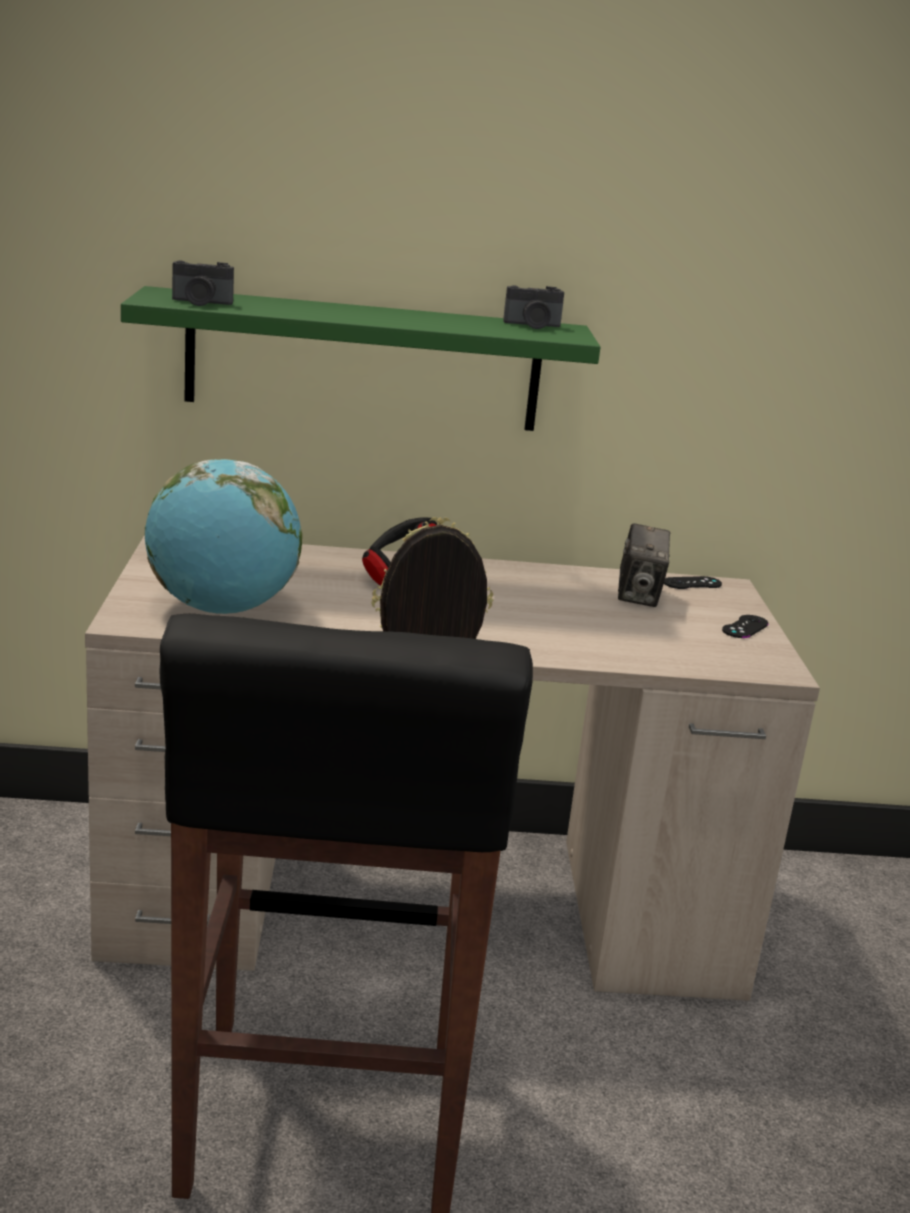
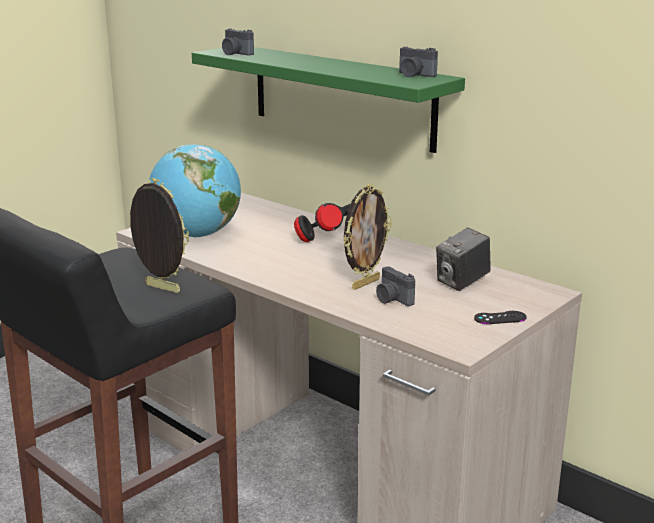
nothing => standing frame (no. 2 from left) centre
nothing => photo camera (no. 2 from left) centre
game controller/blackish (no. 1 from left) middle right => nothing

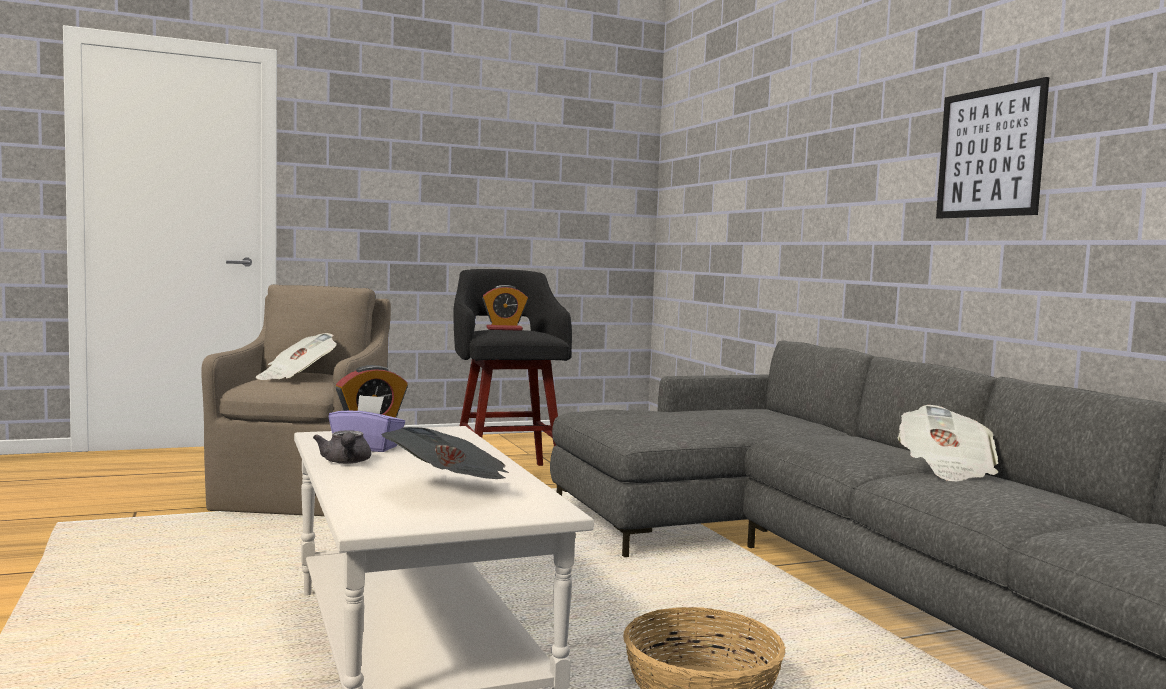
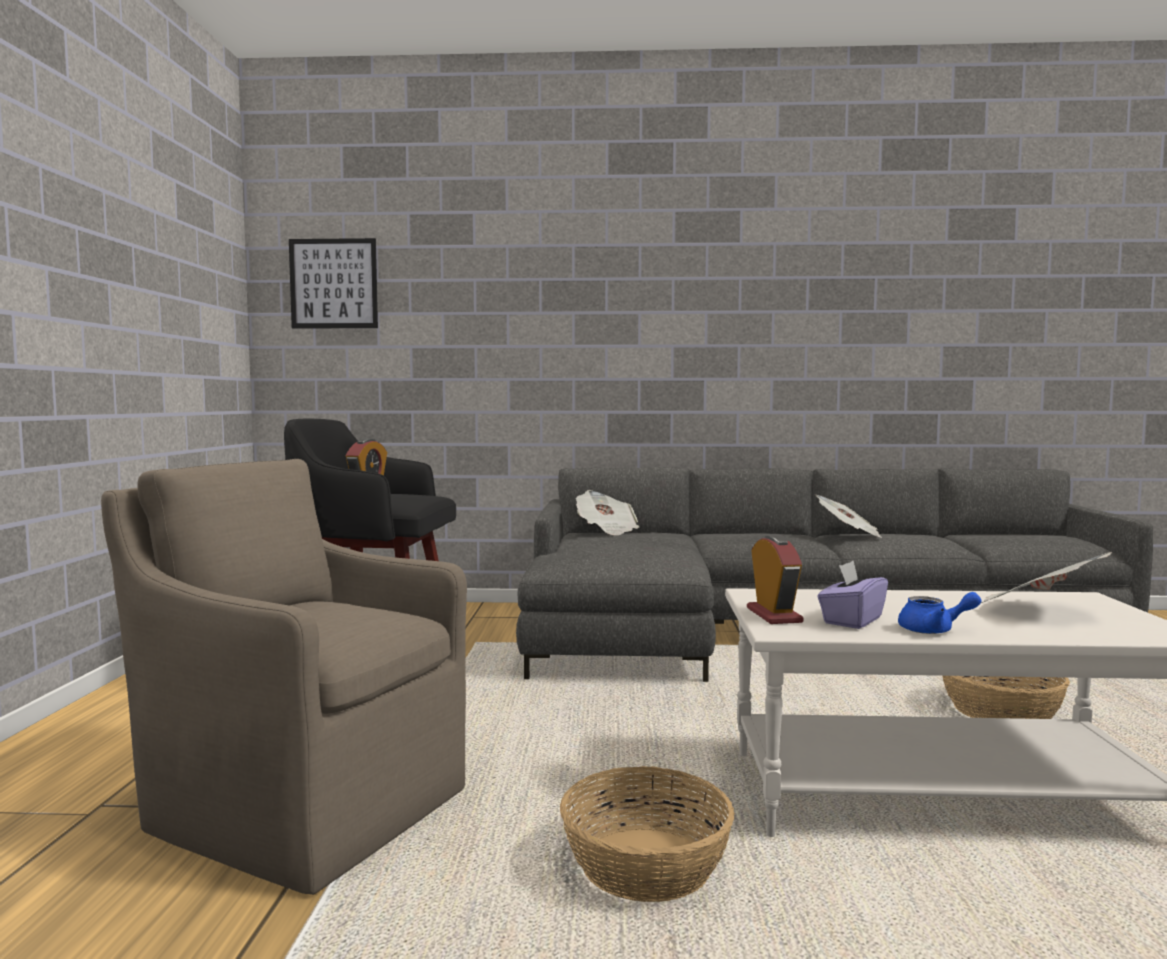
picture top right => picture top left, relocated
nothing => basket (no. 1 from left) bottom centre
daily paper (no. 1 from left) middle left => daily paper (no. 1 from left) centre, relocated
tea pot/gray middle left => tea pot/bluish middle right

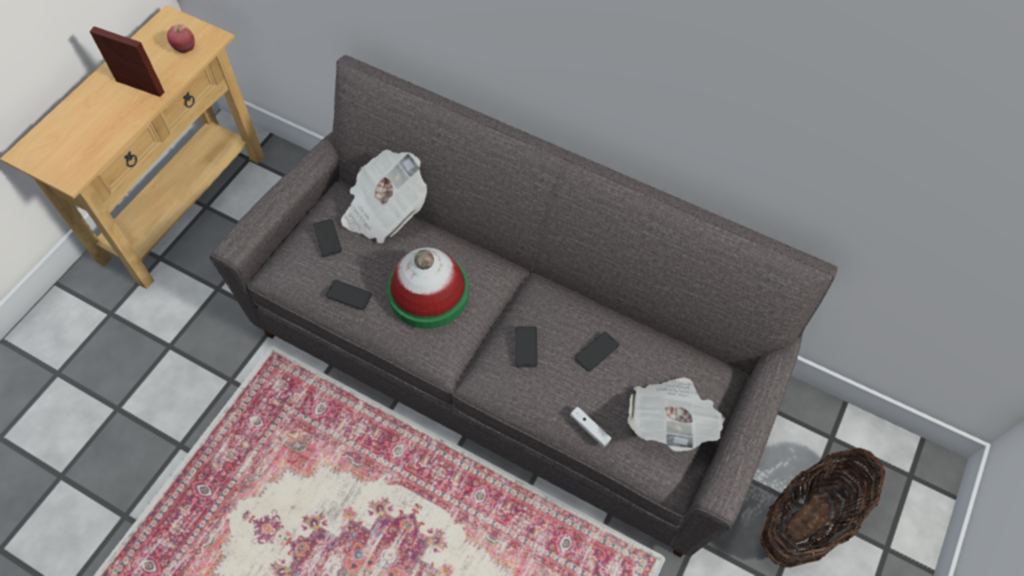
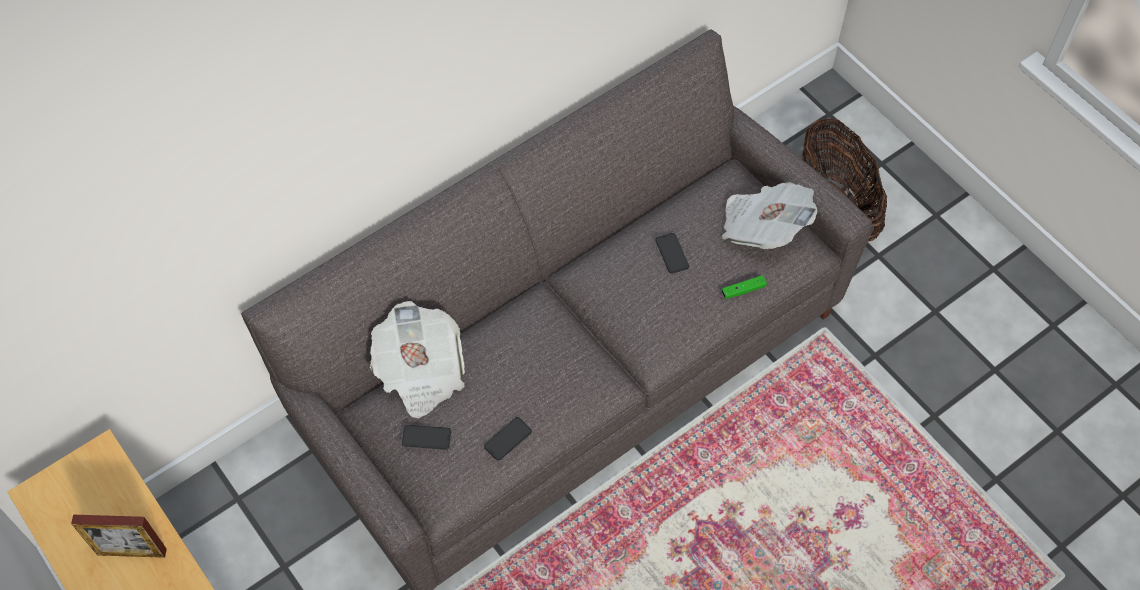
standing frame top left => standing frame bottom left, 135 degrees counterclockwise
game controller/whitish bottom centre => game controller/green centre
apple fruit top left => nothing
hat centre => nothing
phone (no. 3 from left) centre => nothing

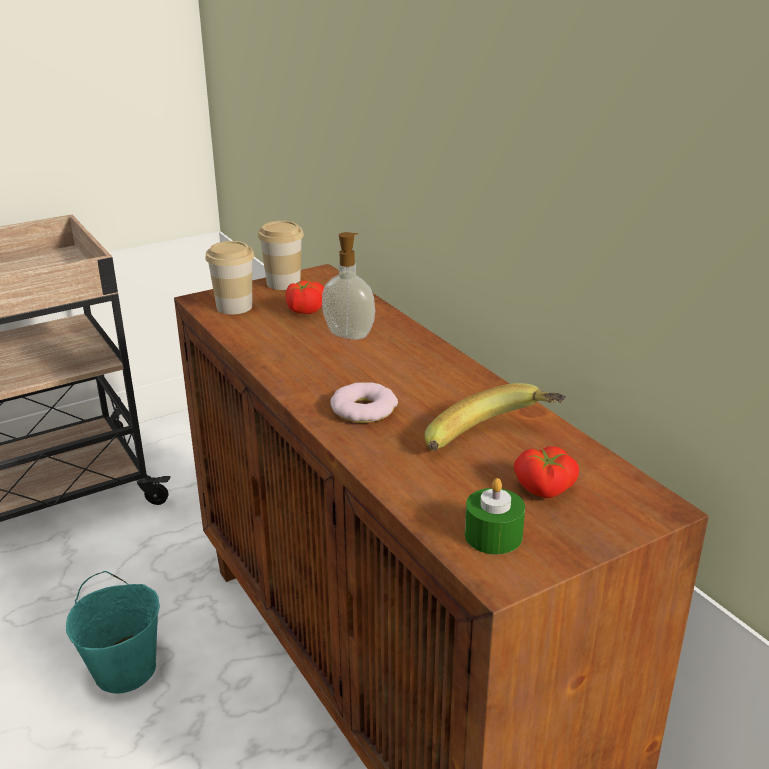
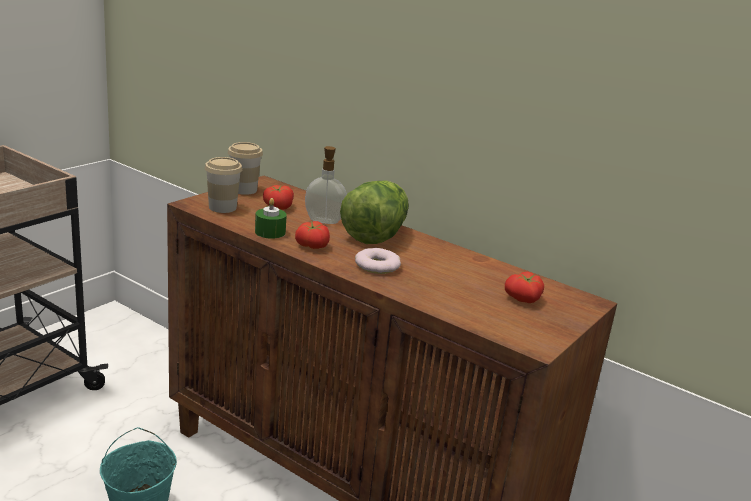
candle/green bottom centre => candle/green centre, relocated
nothing => tomato (no. 2 from left) centre
nothing => lettuce centre
banana centre => nothing

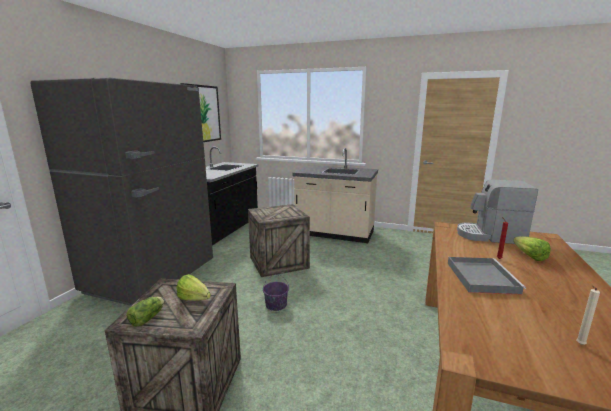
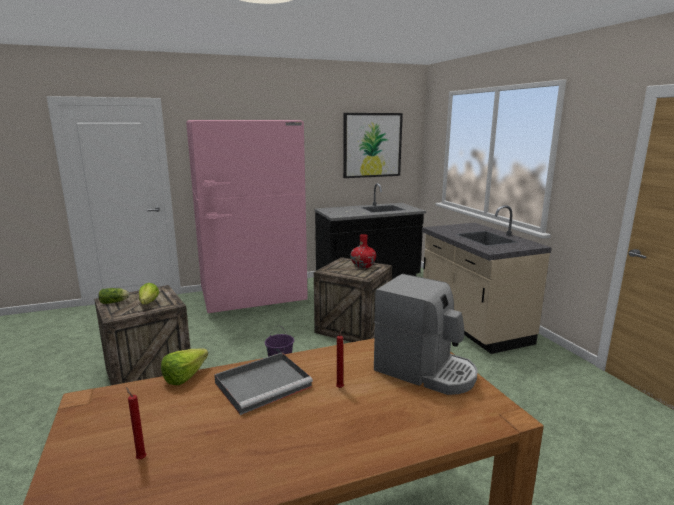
candle/beige bottom right => candle/reddish (no. 1 from left) bottom left
lettuce (no. 3 from left) middle right => lettuce (no. 3 from left) bottom left, relocated
refrigerator/gray middle left => refrigerator/pinkish centre
nothing => vase/reddish centre
coffee machine middle right => coffee machine centre, 150 degrees clockwise

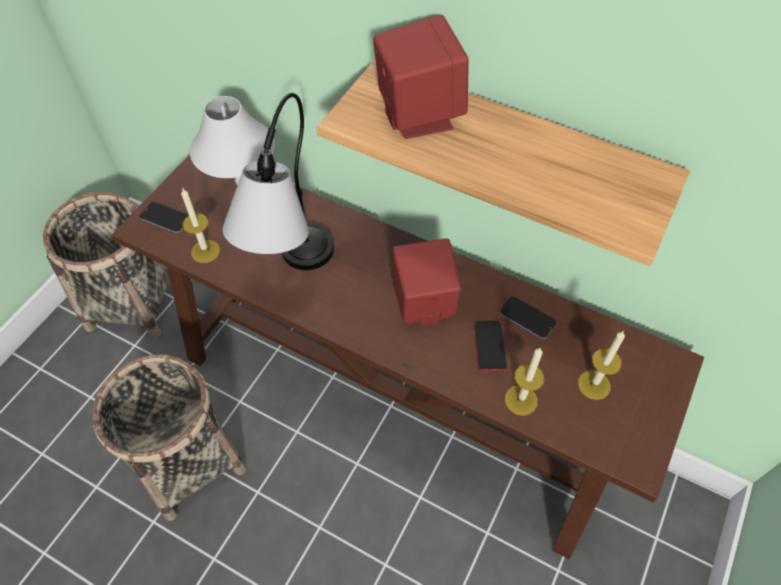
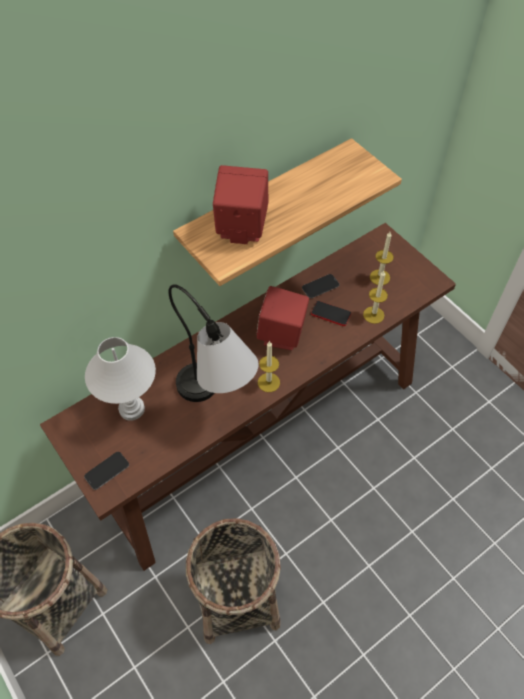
candle (no. 1 from left) middle left => candle (no. 1 from left) centre, relocated

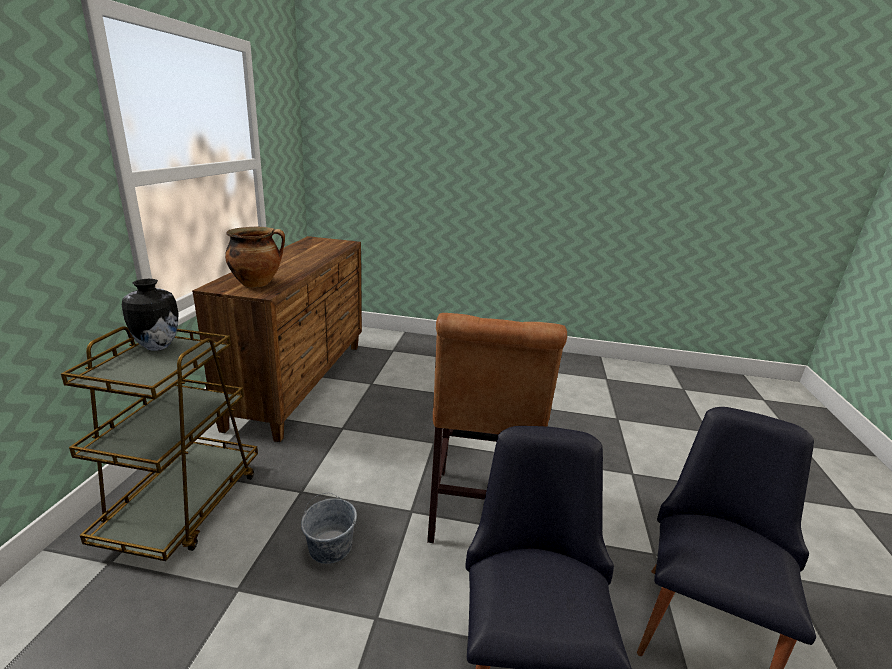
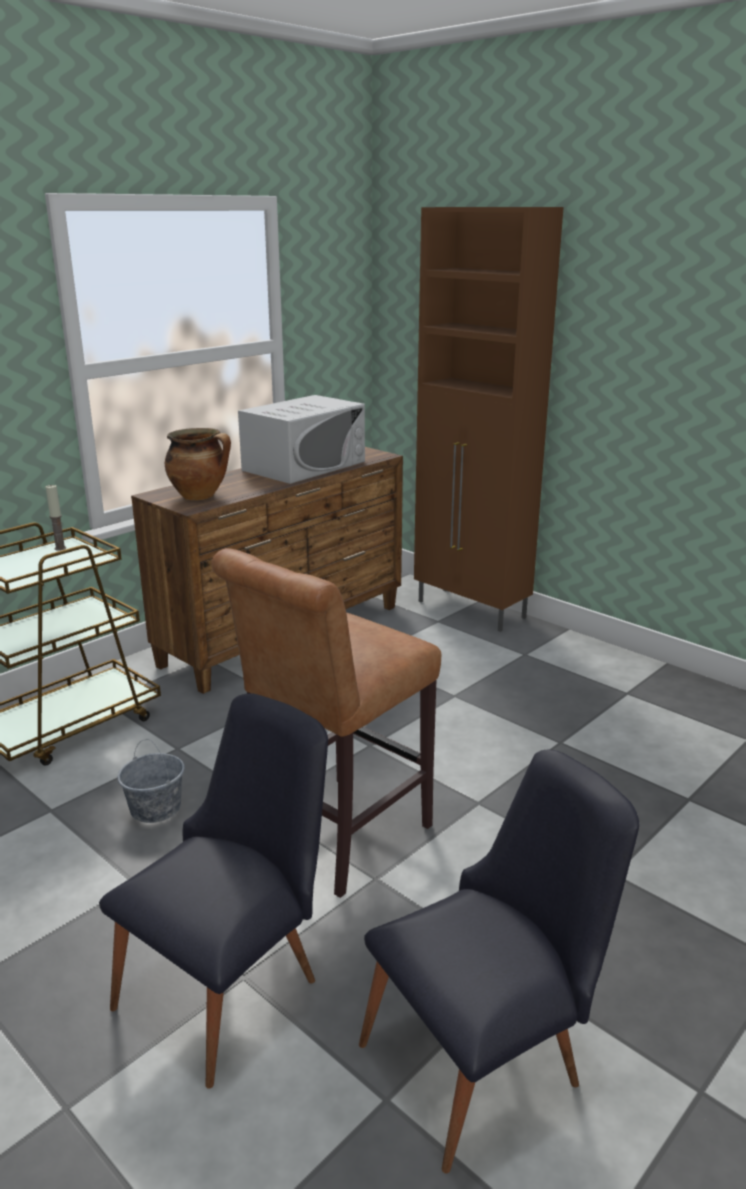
vase middle left => candle middle left
nothing => microwave oven/whitish centre
nothing => cupboard/brown centre

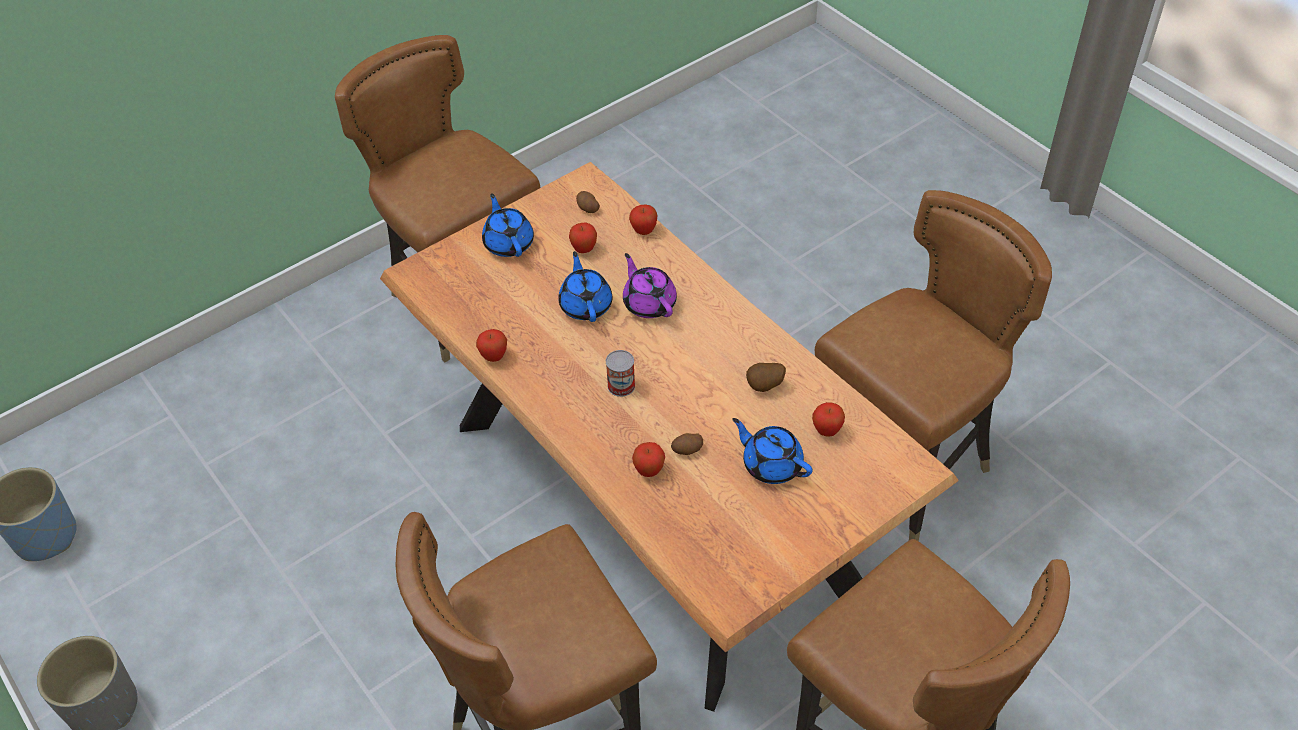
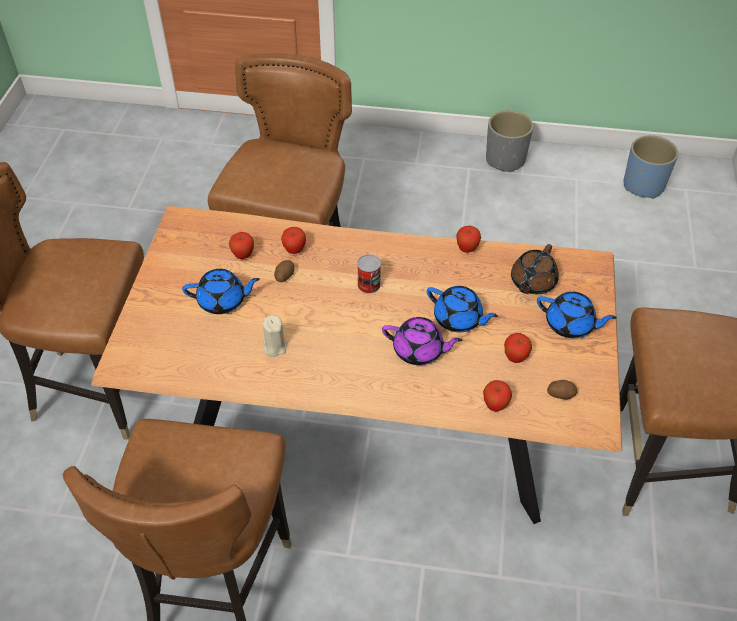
apple fruit (no. 5 from left in the first image) centre => apple fruit (no. 1 from left) middle left, relocated
spud (no. 3 from left) centre => candle/beige centre
nothing => tea pot/brown middle right

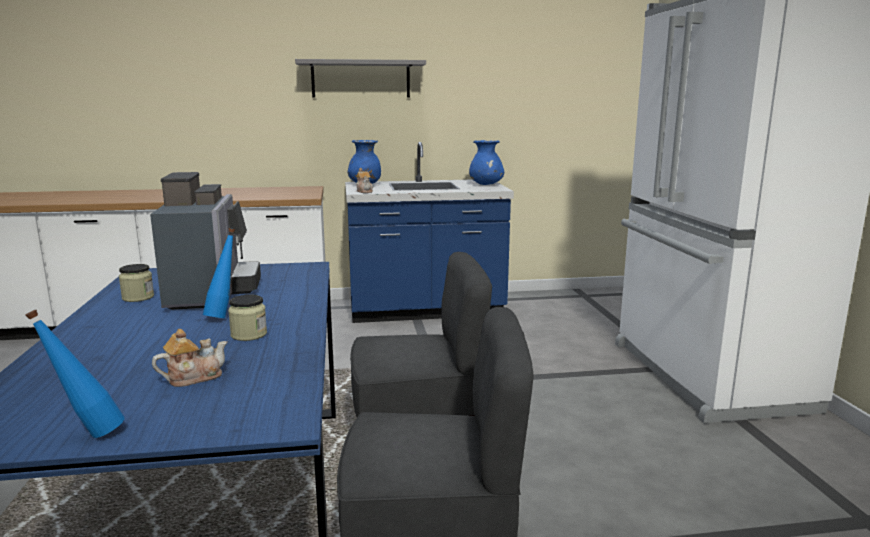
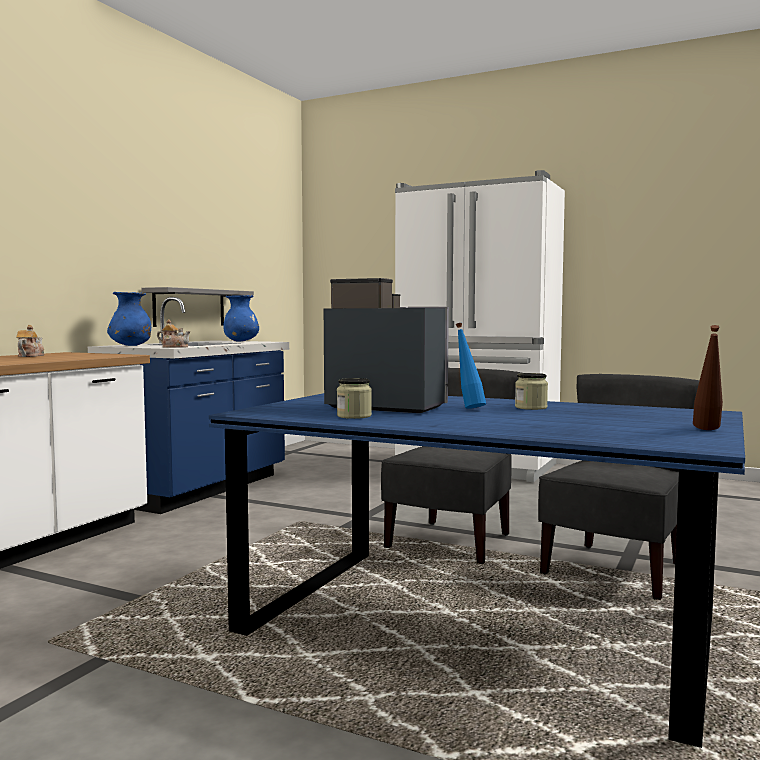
tea pot (no. 1 from left) bottom left => tea pot (no. 1 from left) middle left, relocated
wall shelf/gray top centre => wall shelf/gray middle left, relocated
beverage bottle/bluish (no. 1 from left) bottom left => beverage bottle/brown middle right

